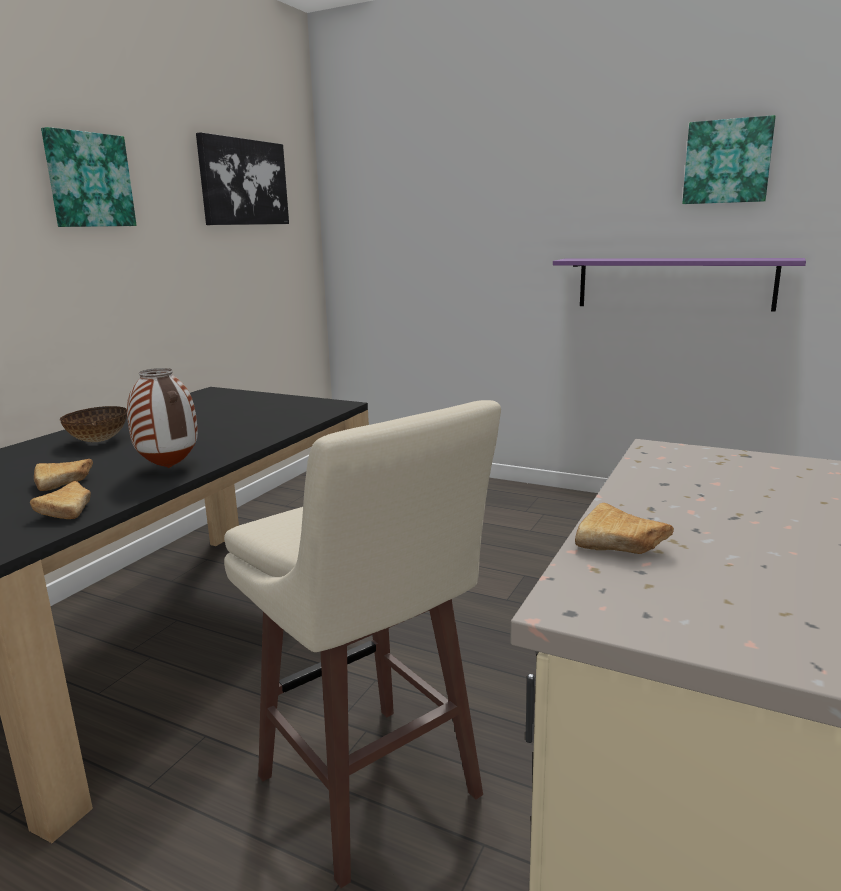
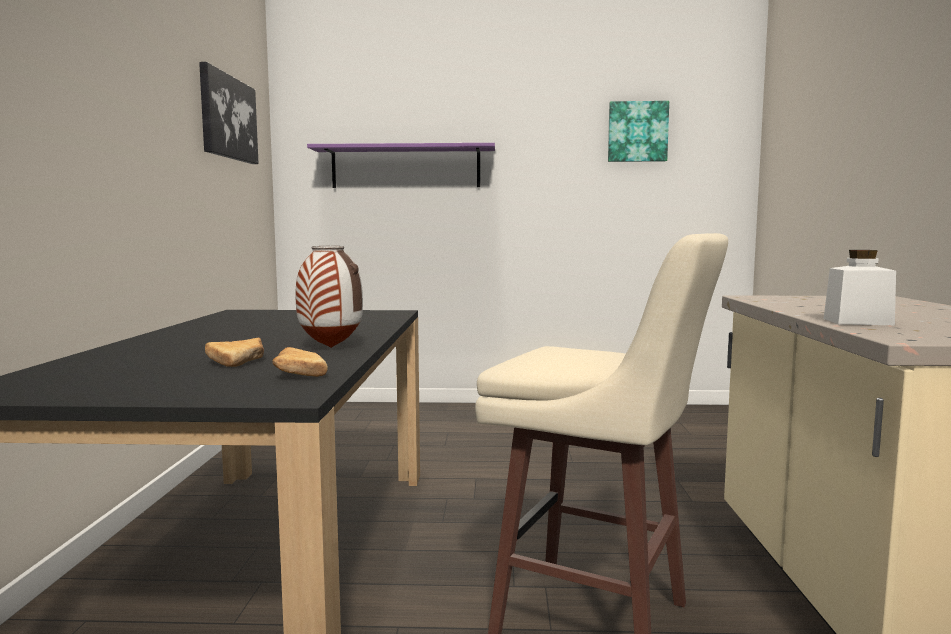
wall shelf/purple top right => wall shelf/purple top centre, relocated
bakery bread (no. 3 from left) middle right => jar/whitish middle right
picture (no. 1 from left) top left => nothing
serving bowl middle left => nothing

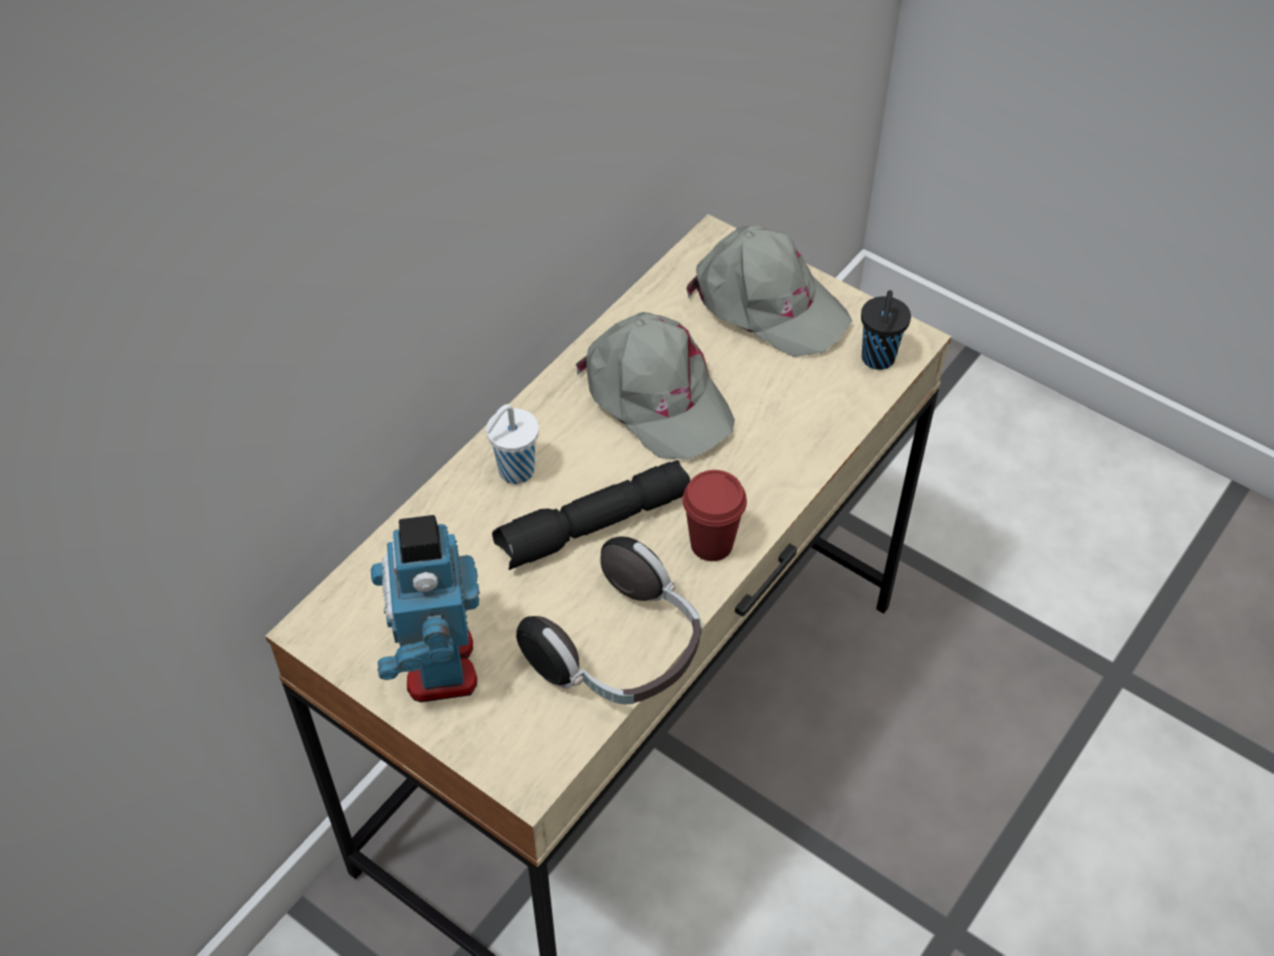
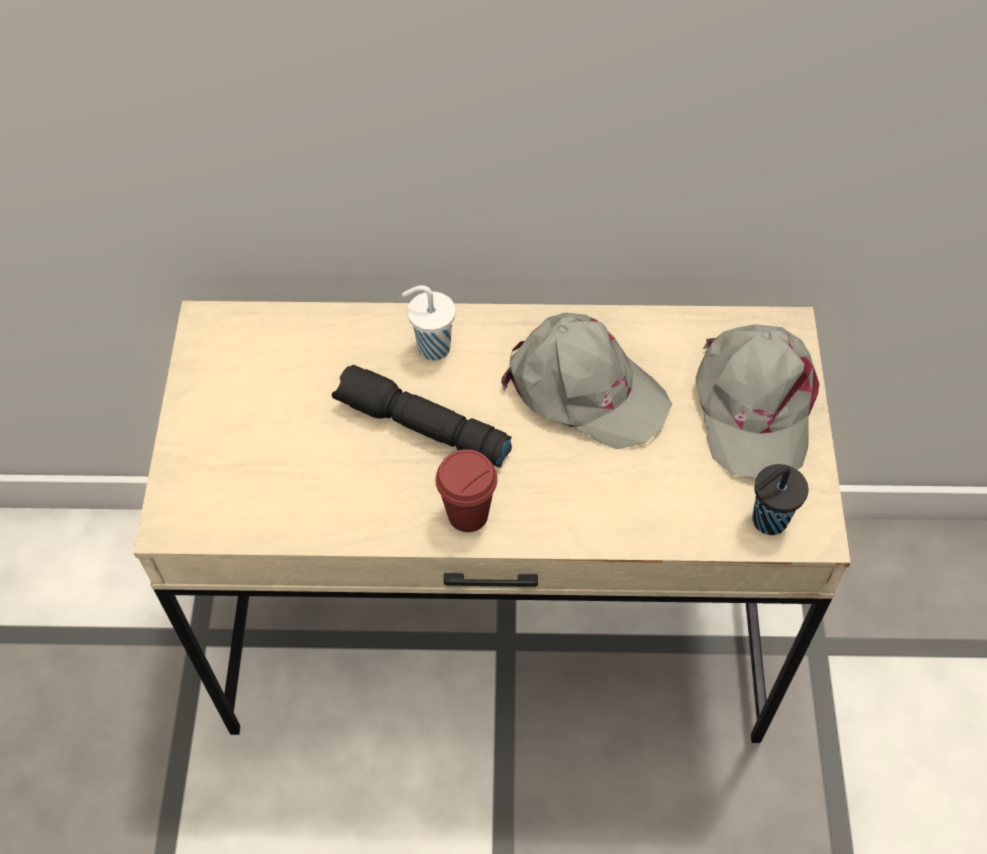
baseball cap/gray (no. 1 from left) centre, 75 degrees counterclockwise
model robot centre => nothing
headset centre => nothing

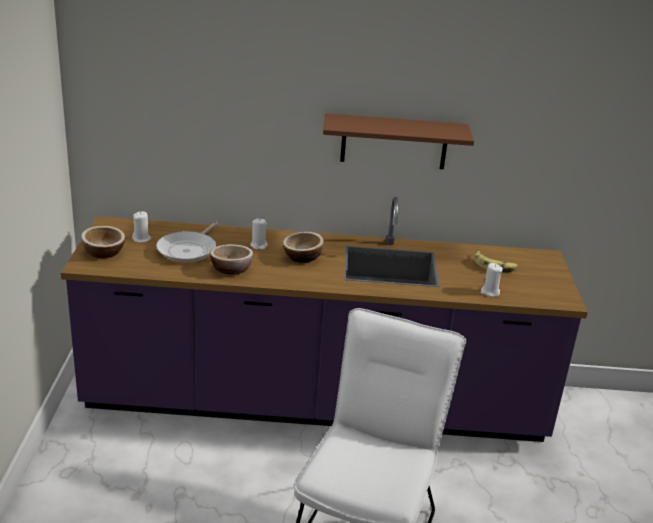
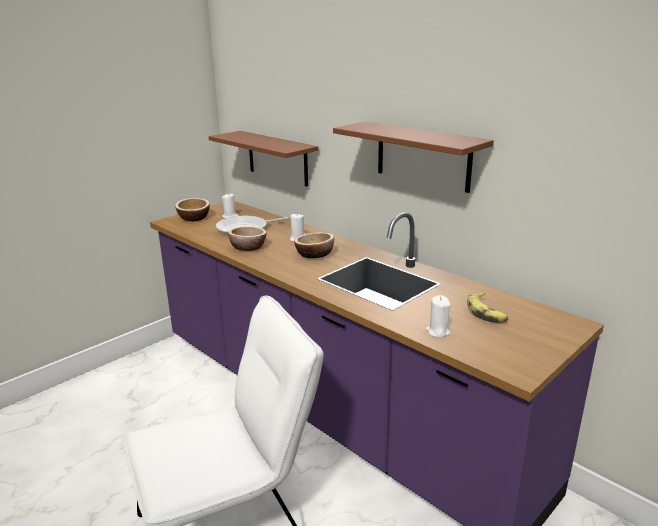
nothing => wall shelf/brown (no. 1 from left) top centre

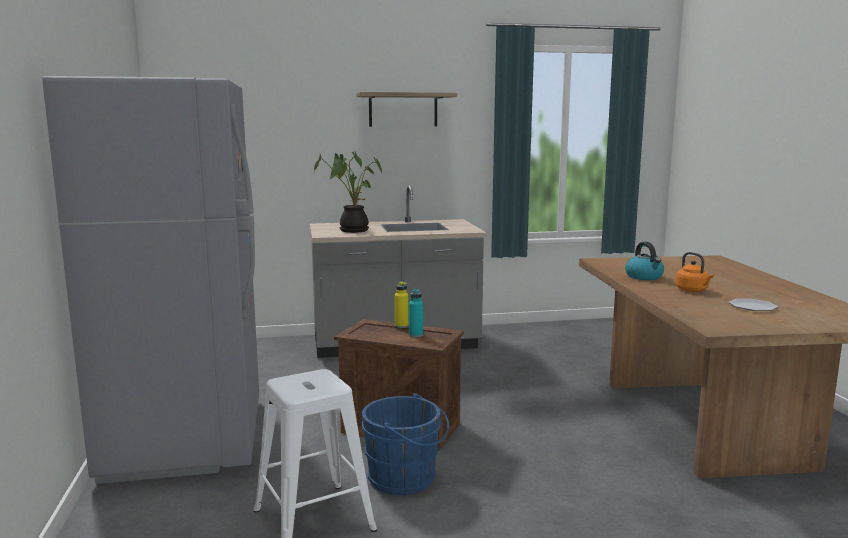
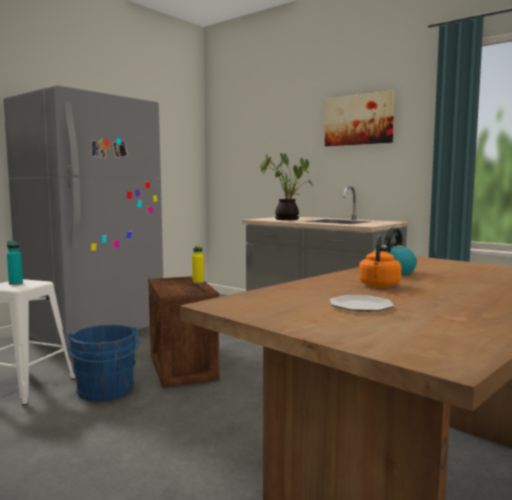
beverage bottle/turquoise centre => beverage bottle/turquoise middle left, relocated
wall shelf top centre => picture top right

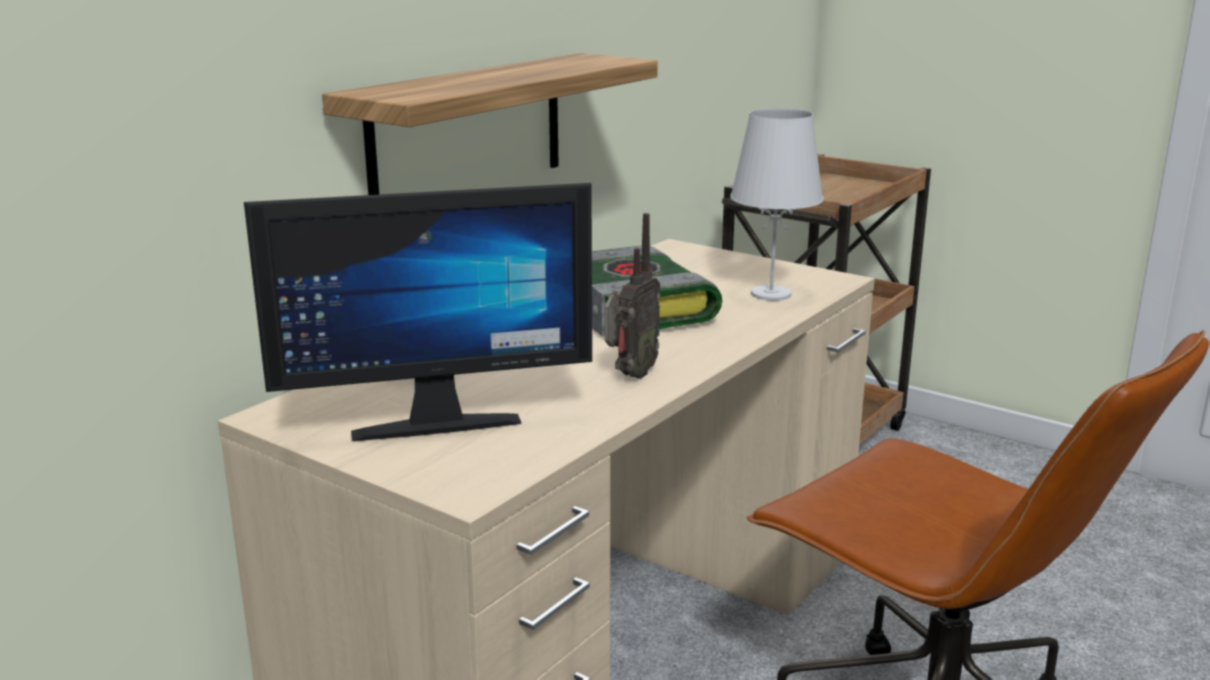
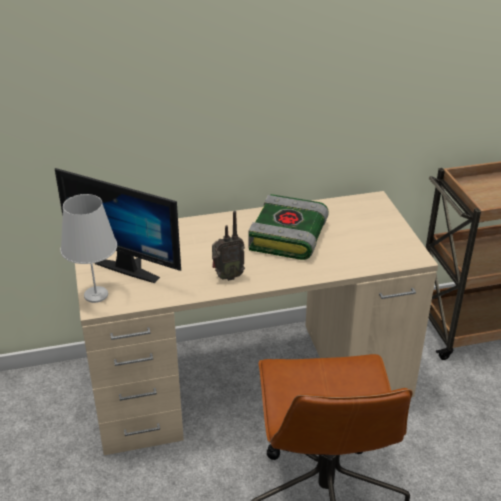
tabletop lamp/whitish top centre => tabletop lamp/whitish middle left, relocated
wall shelf top centre => nothing

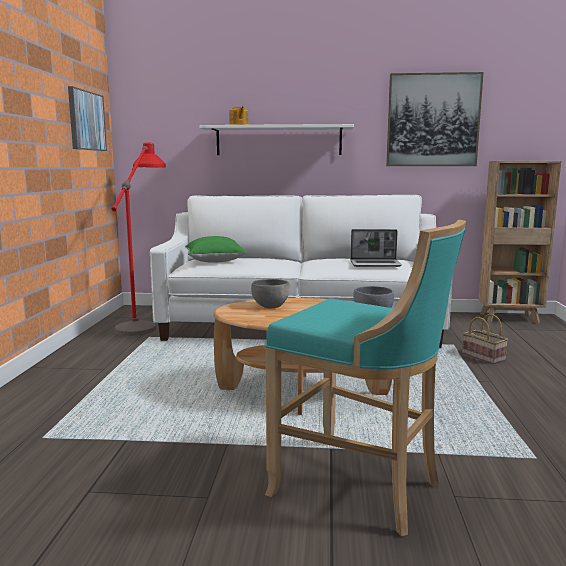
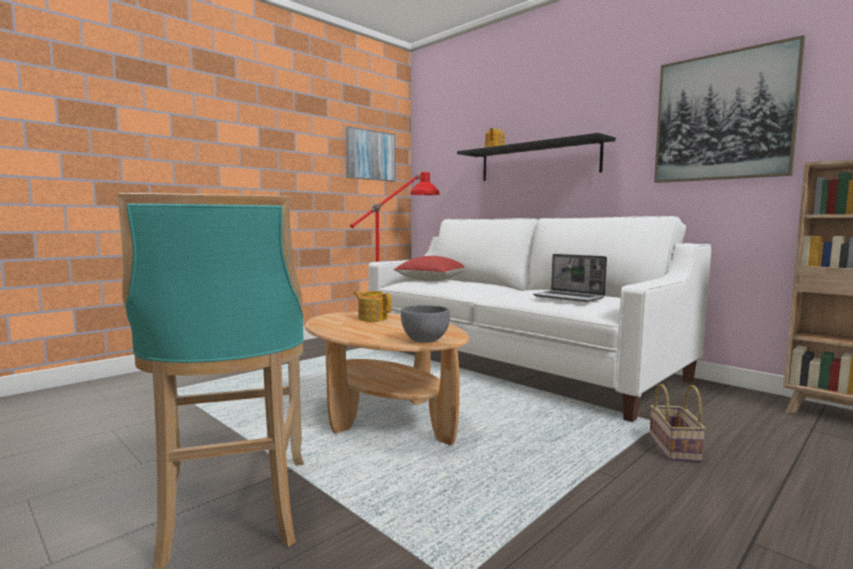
serving bowl/gray (no. 1 from left) centre => tea pot (no. 1 from left) centre
throw pillow/green centre => throw pillow/reddish centre
wall shelf/whitish top centre => wall shelf/blackish top centre

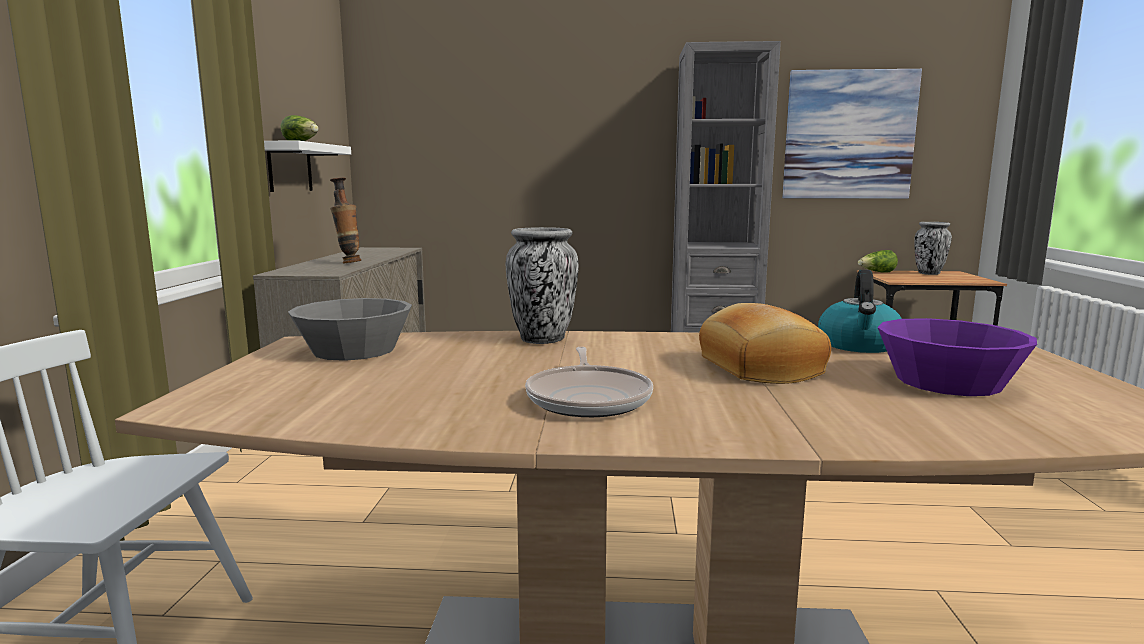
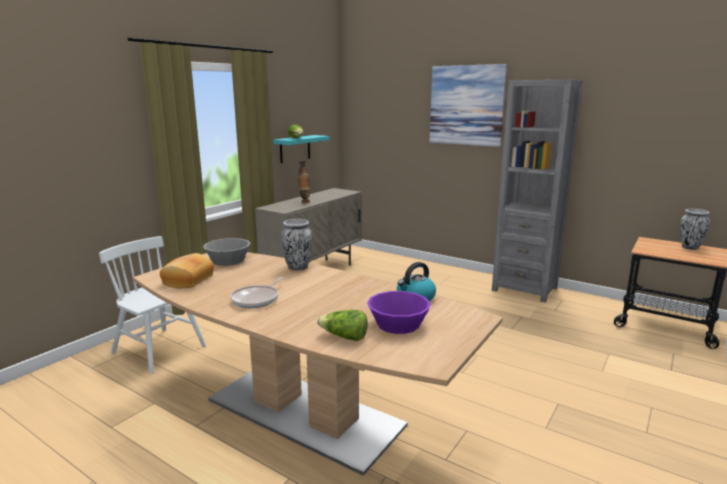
bakery bread middle right => bakery bread middle left, relocated
wall shelf/whitish top left => wall shelf/turquoise top centre
lettuce (no. 2 from left) middle right => lettuce (no. 2 from left) bottom centre, relocated
picture top right => picture top centre, relocated

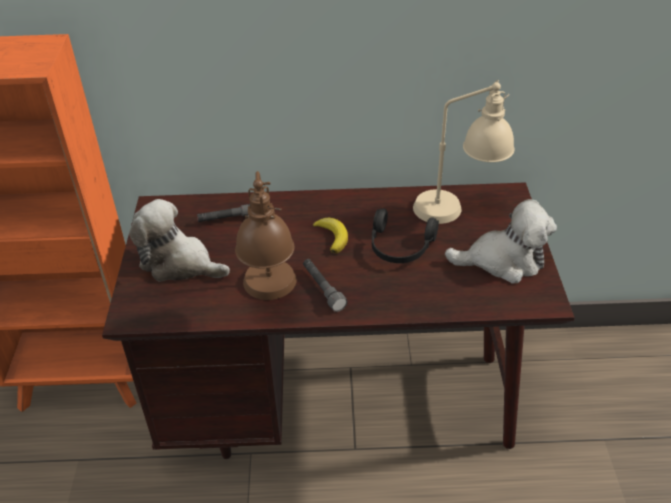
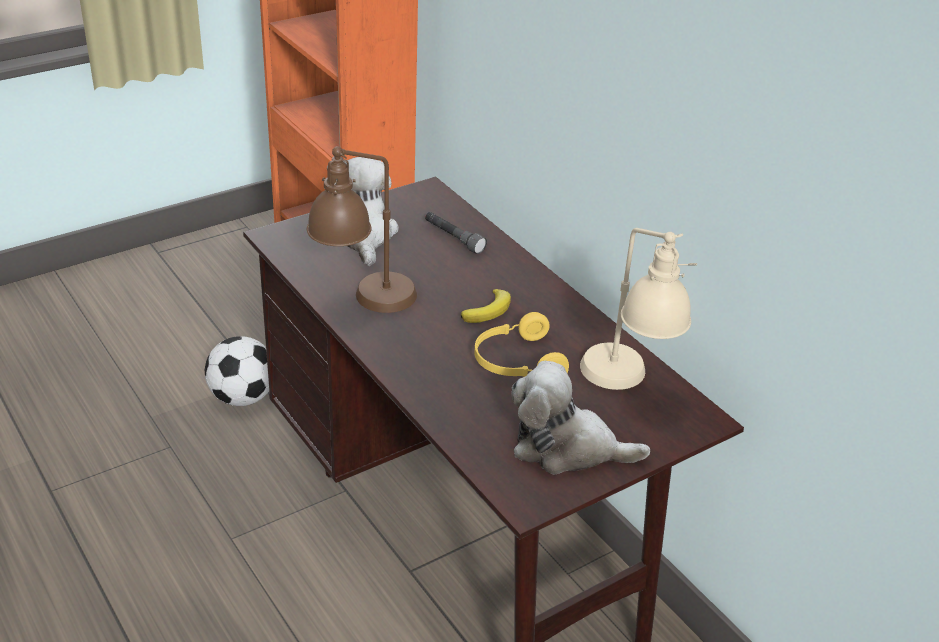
nothing => ball for football middle left
headset/blackish centre => headset/yellow centre
cuddly toy (no. 2 from left) middle right => cuddly toy (no. 2 from left) centre, 135 degrees clockwise
flashlight/gray (no. 2 from left) centre => nothing

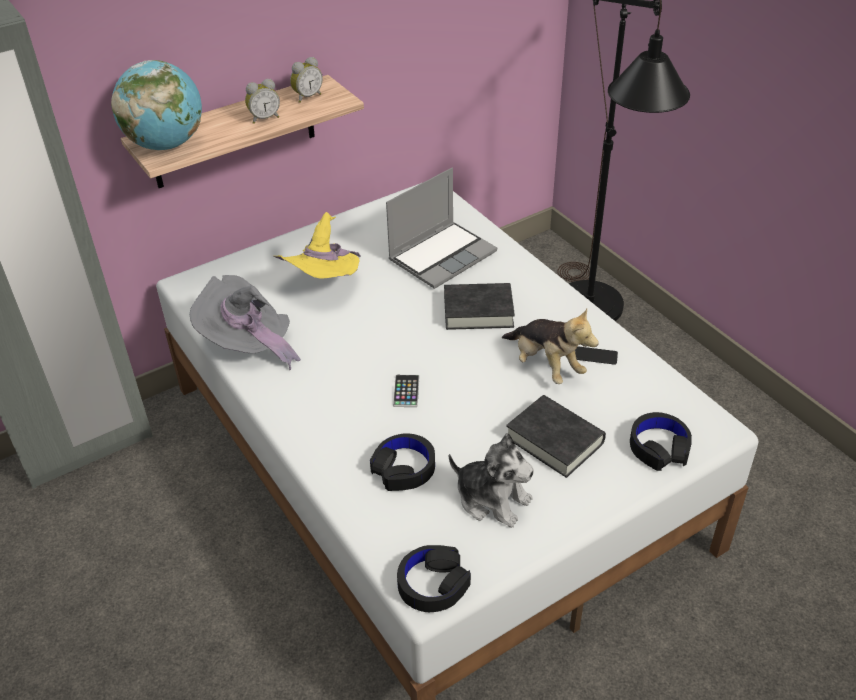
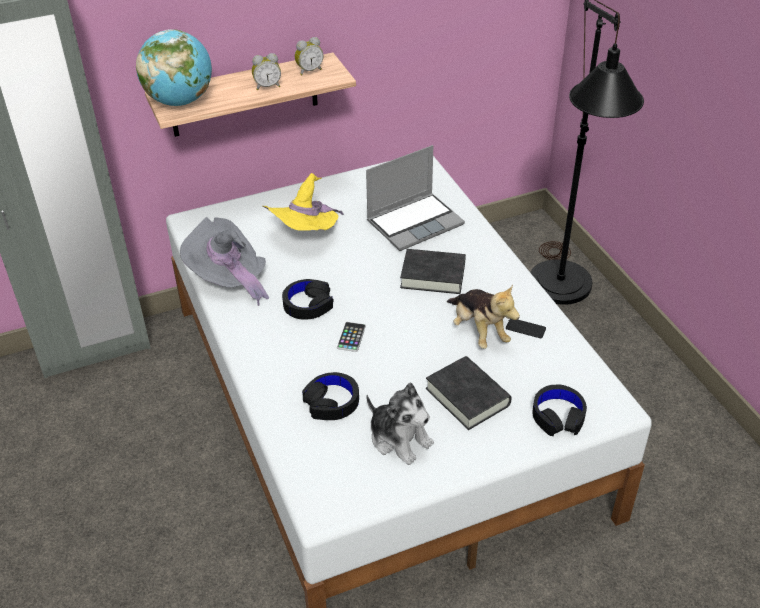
headset/blackish (no. 2 from left in the first image) bottom centre => headset/blackish (no. 1 from left) centre, relocated

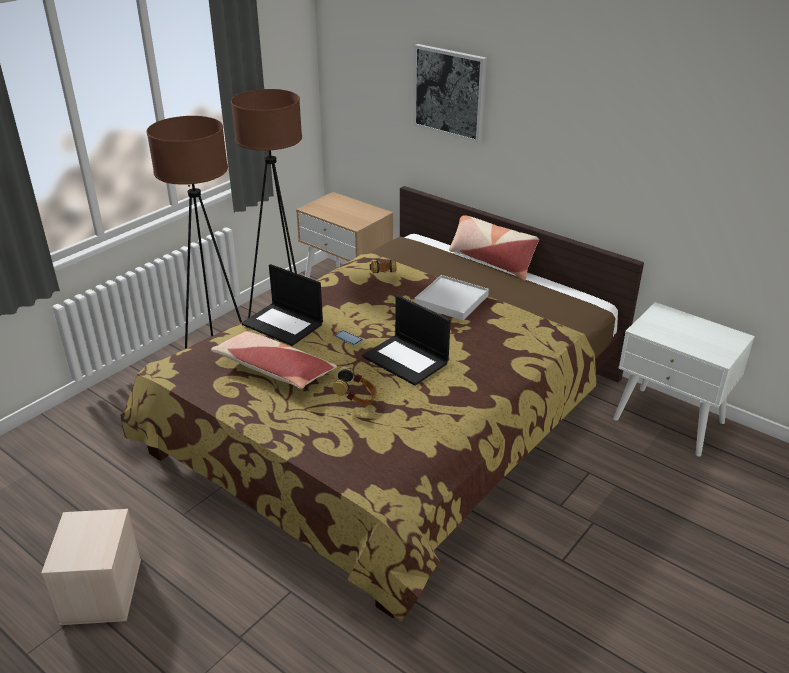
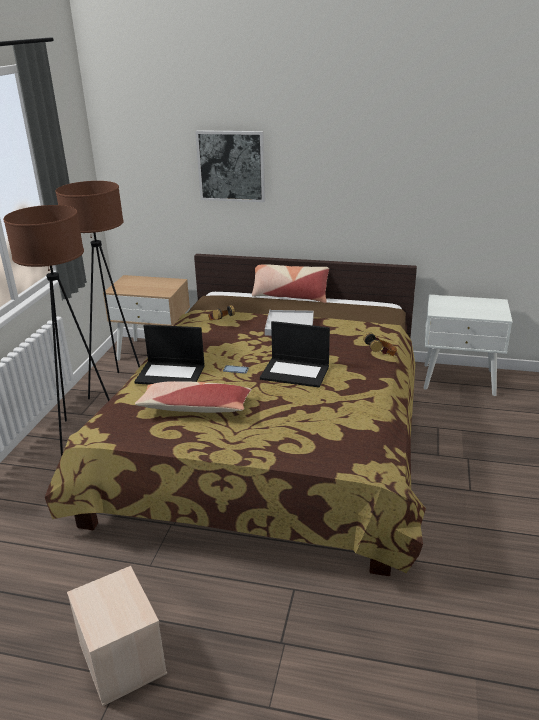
headset (no. 1 from left in the first image) centre => headset (no. 2 from left) middle right, relocated

